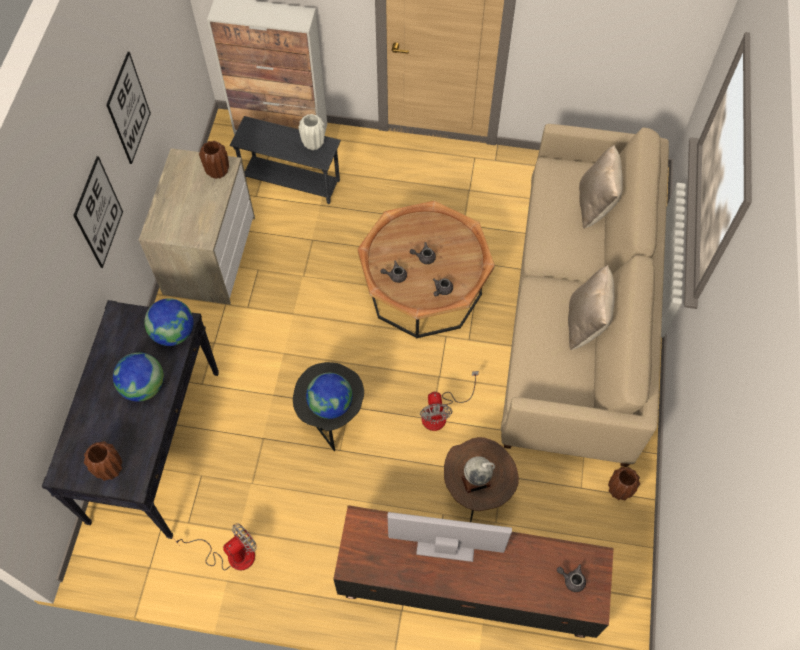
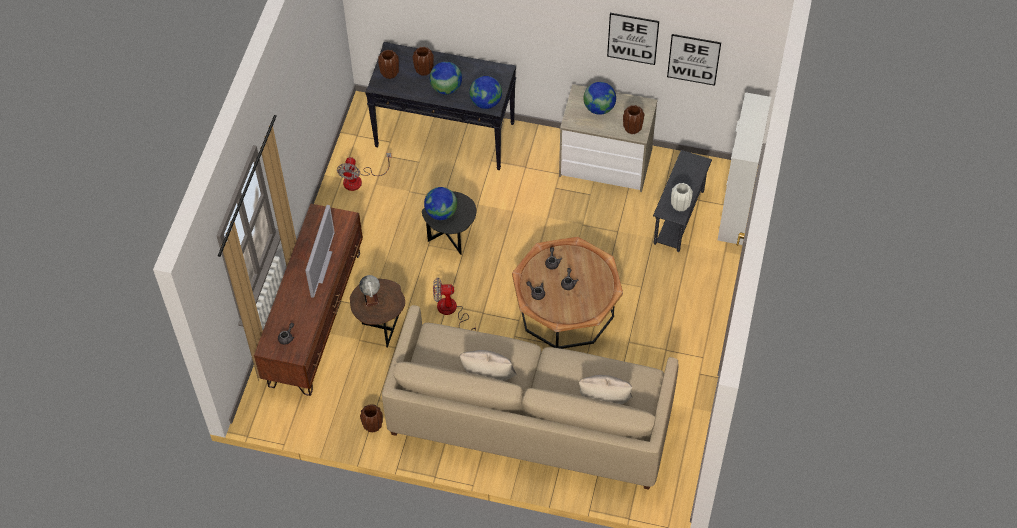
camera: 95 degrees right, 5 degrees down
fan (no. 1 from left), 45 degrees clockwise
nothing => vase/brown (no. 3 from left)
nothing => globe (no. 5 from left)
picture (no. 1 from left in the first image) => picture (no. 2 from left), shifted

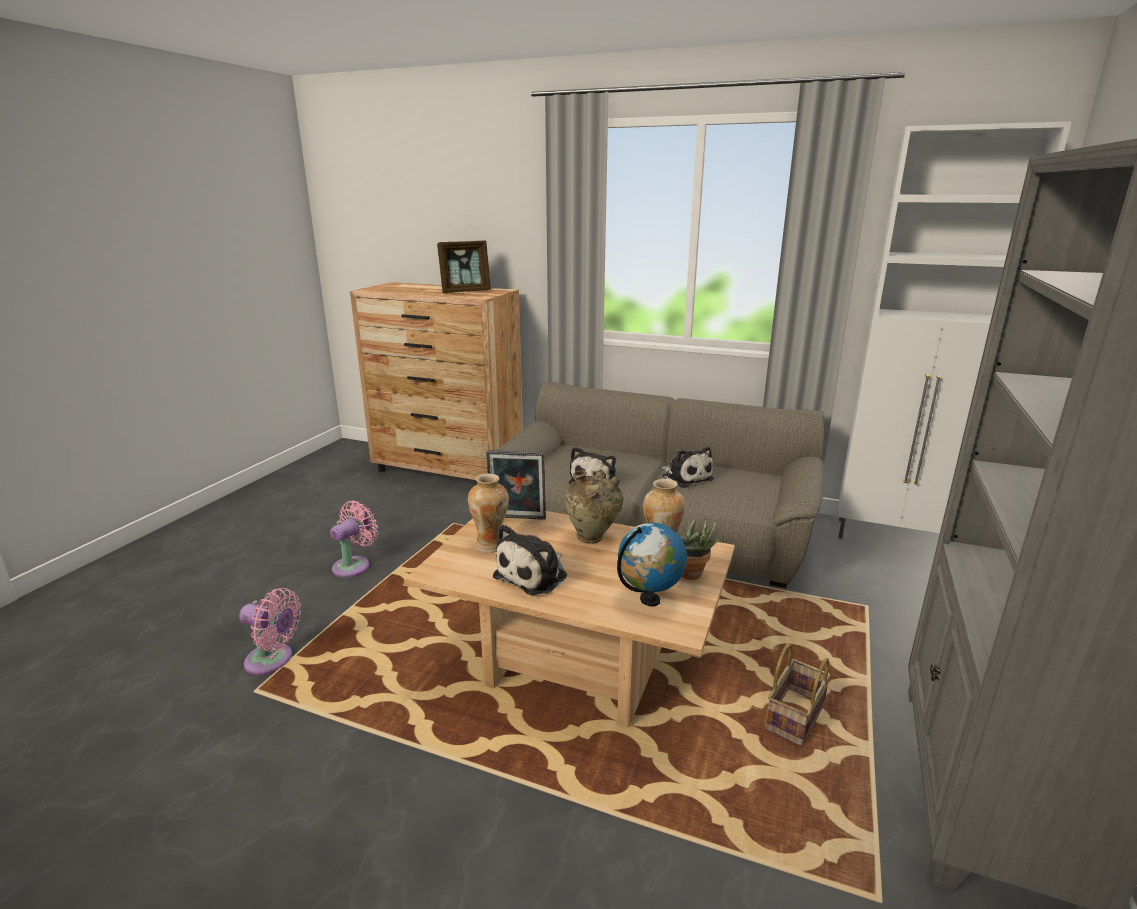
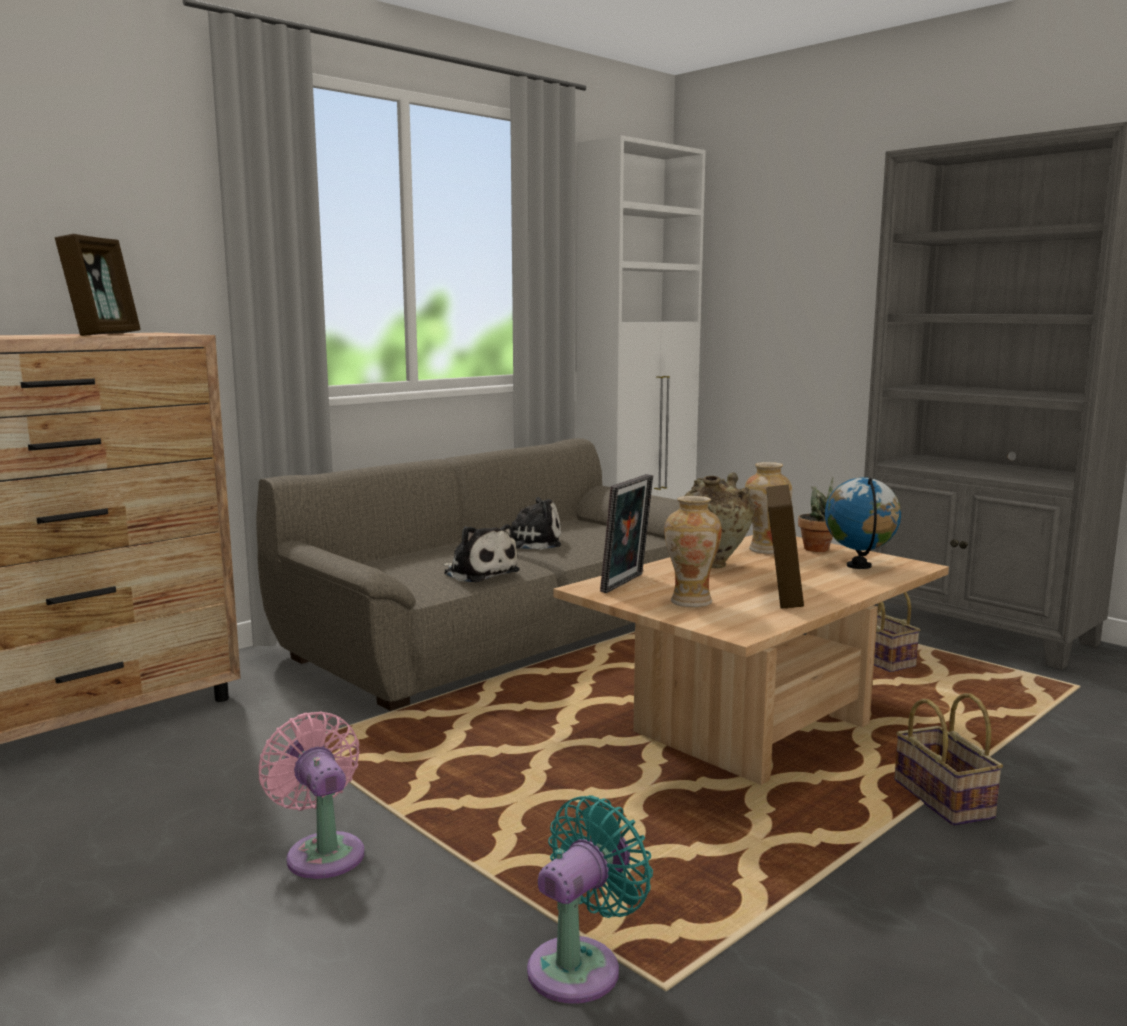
camera: 65 degrees left, 10 degrees down
fan/pink (no. 1 from left) => fan/turquoise
plush toy (no. 1 from left) => picture frame (no. 3 from left)
nothing => basket (no. 2 from left)

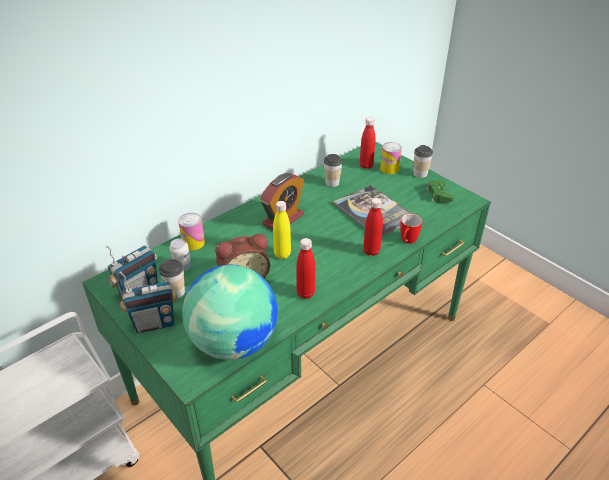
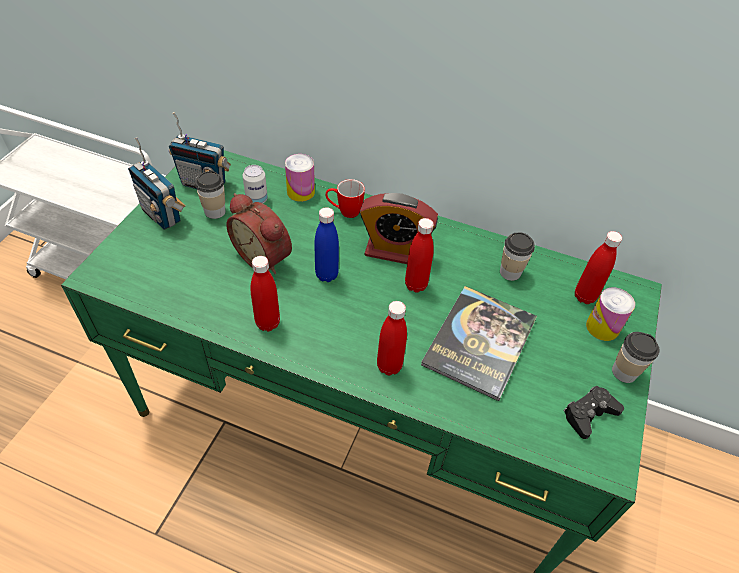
camera: 60 degrees right, 10 degrees up
bottle/yellow => bottle/blue
mug, shifted
nothing => bottle/red (no. 3 from left)
game controller/green => game controller/black
globe => nothing

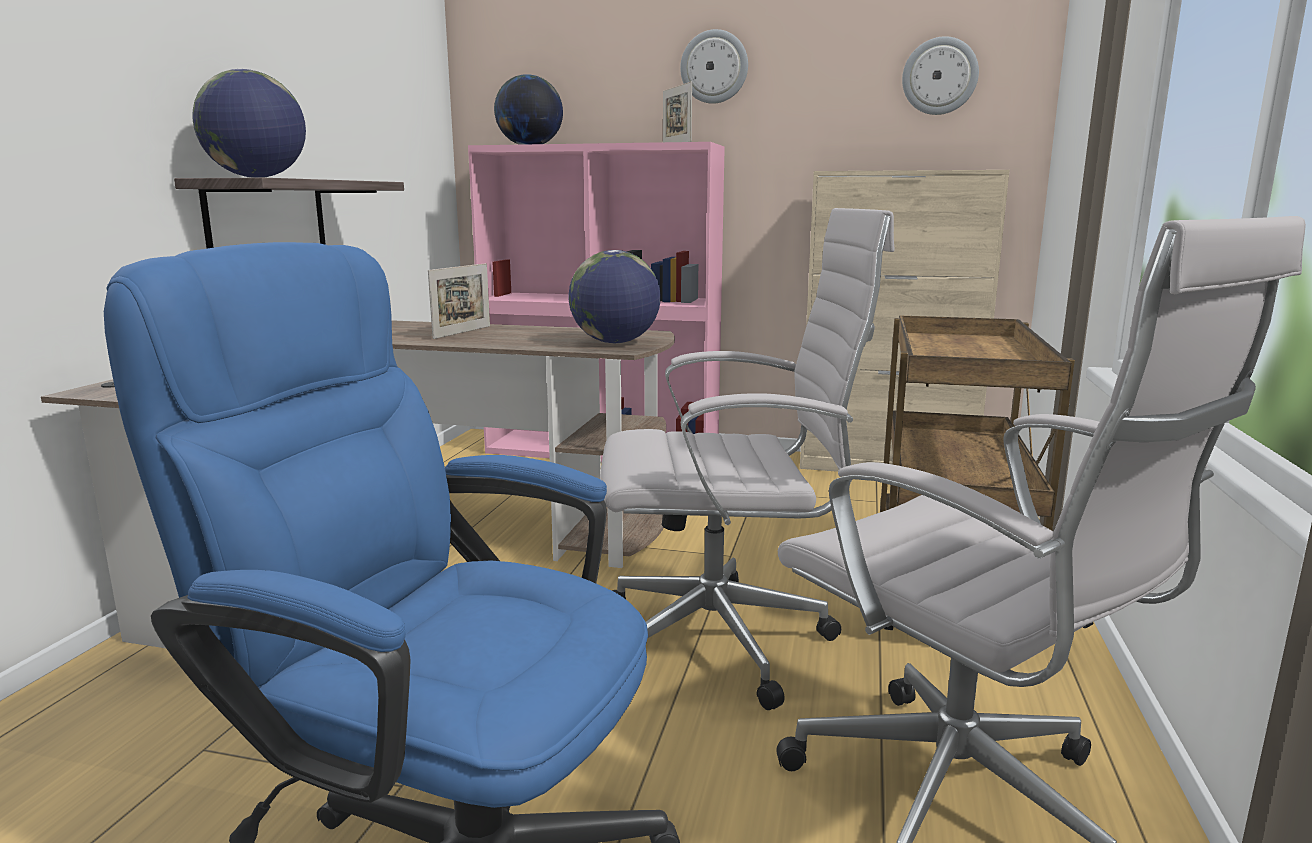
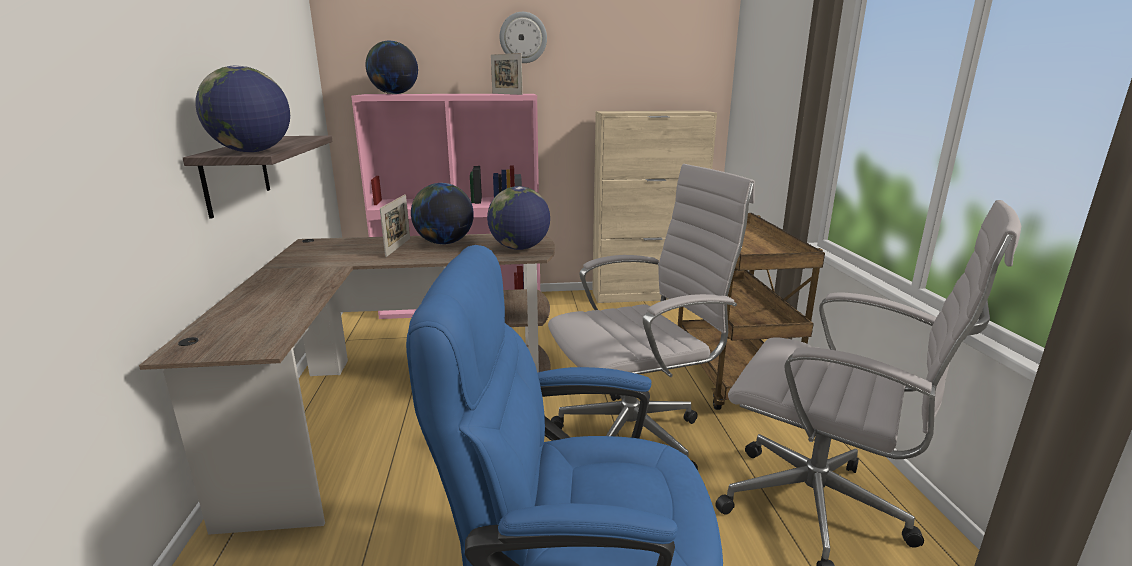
camera: 20 degrees left, 5 degrees up
nothing => globe (no. 3 from left)
wall clock (no. 2 from left) => nothing

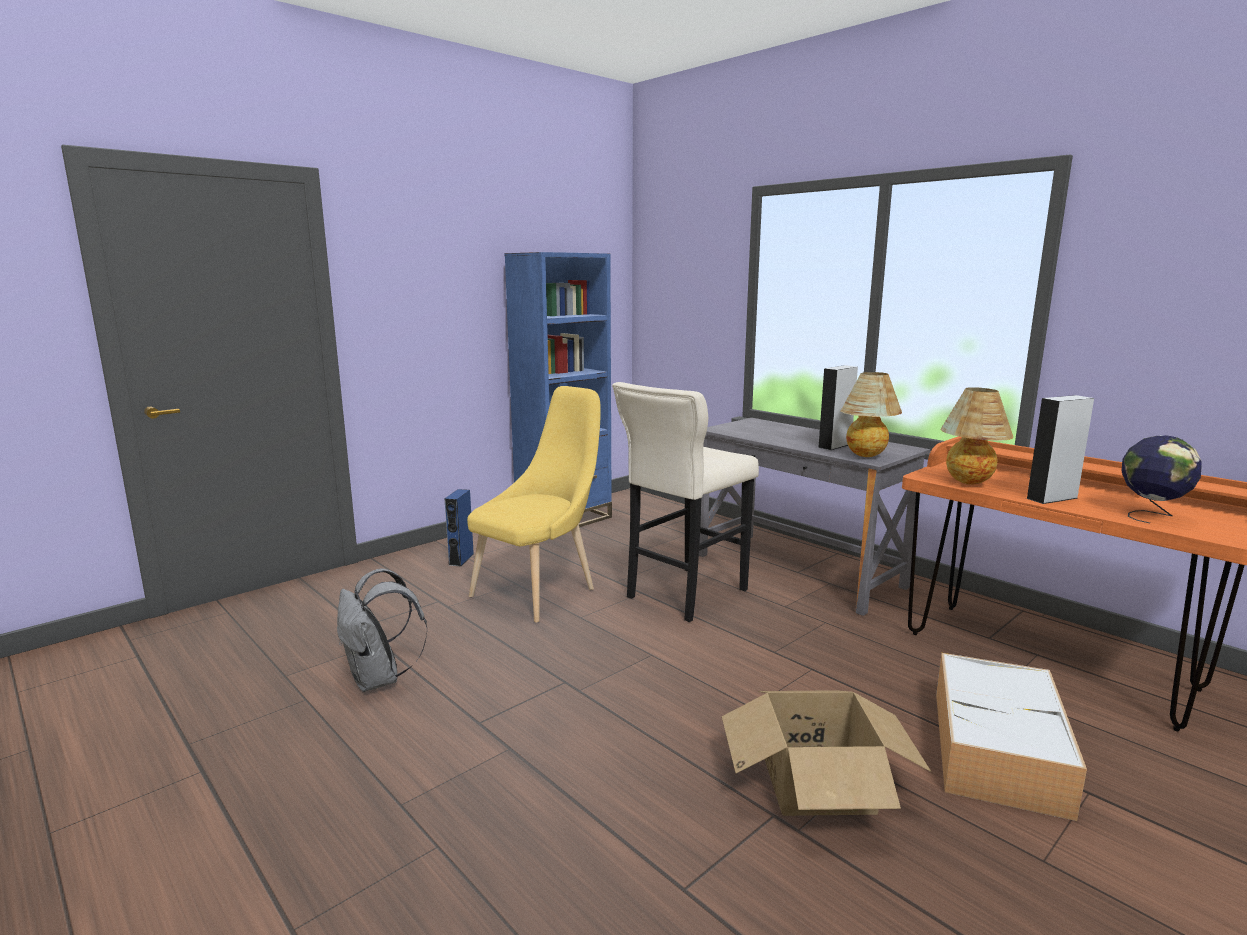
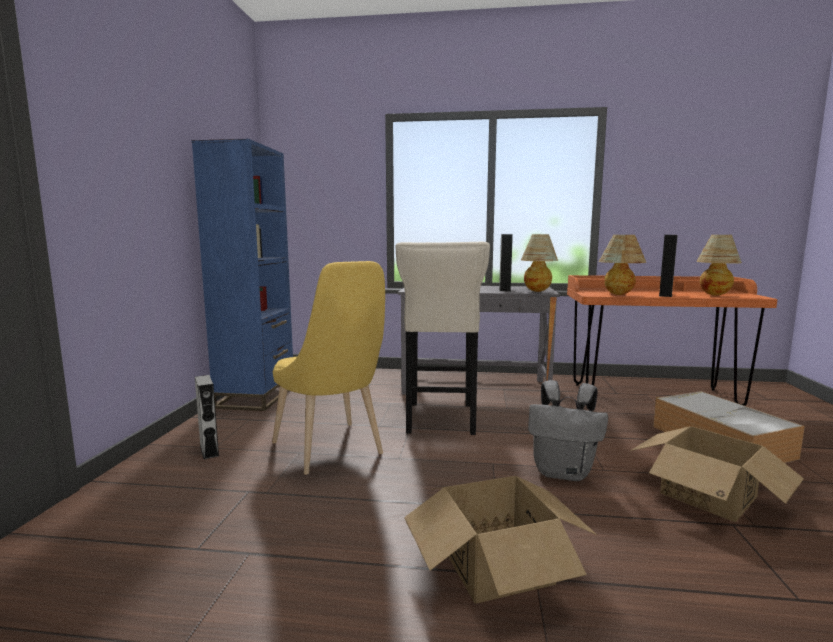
camera: 40 degrees left, 5 degrees down
speaker/blue => speaker/grey (no. 1 from left)
chair/yellow, 150 degrees clockwise
nothing => cardboard box (no. 1 from left)
backpack/grey, shifted
globe => table lamp (no. 3 from left)

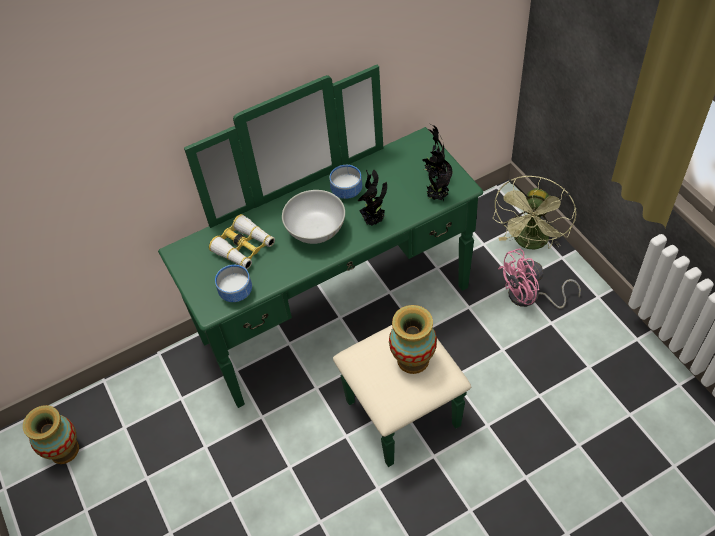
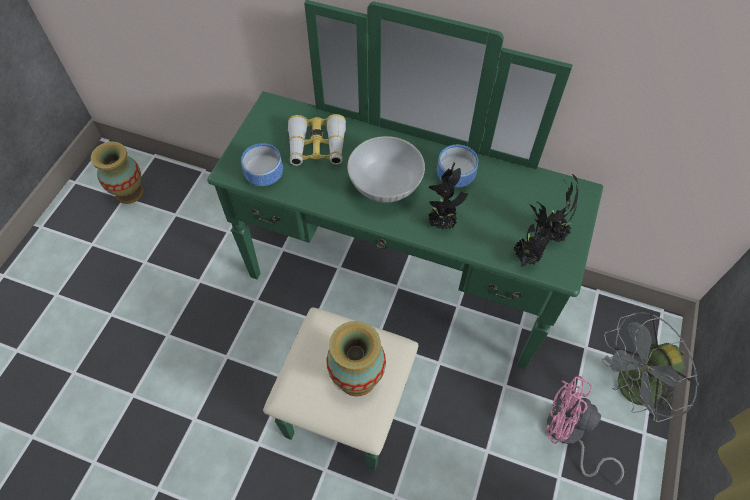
camera: 45 degrees right, 5 degrees up
fan/green => fan/grey

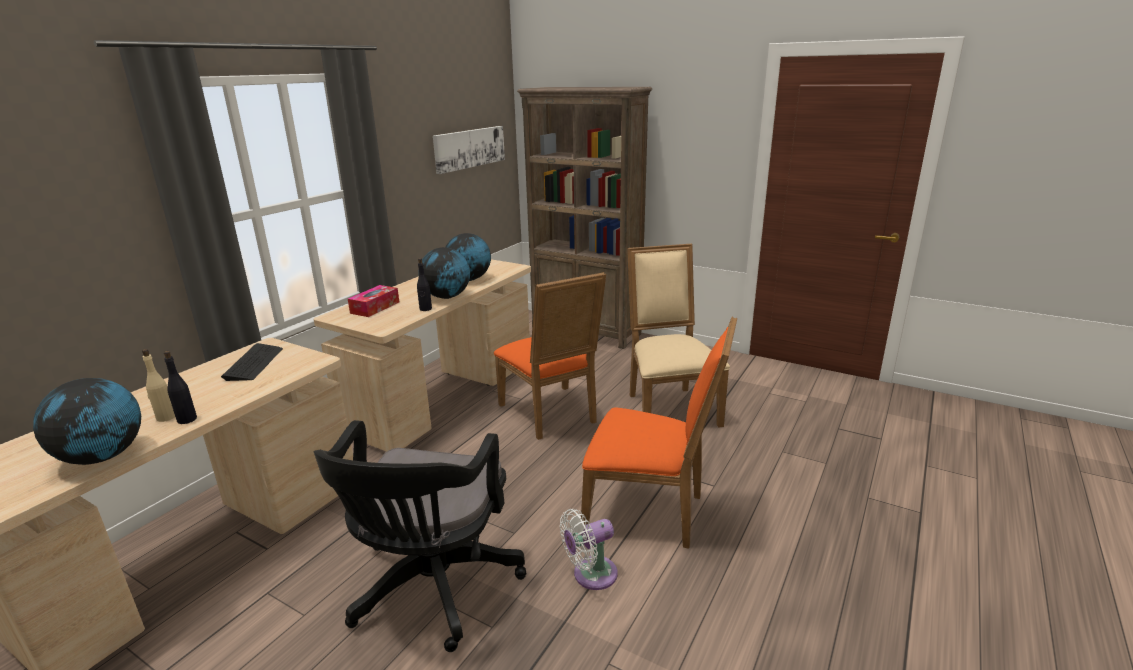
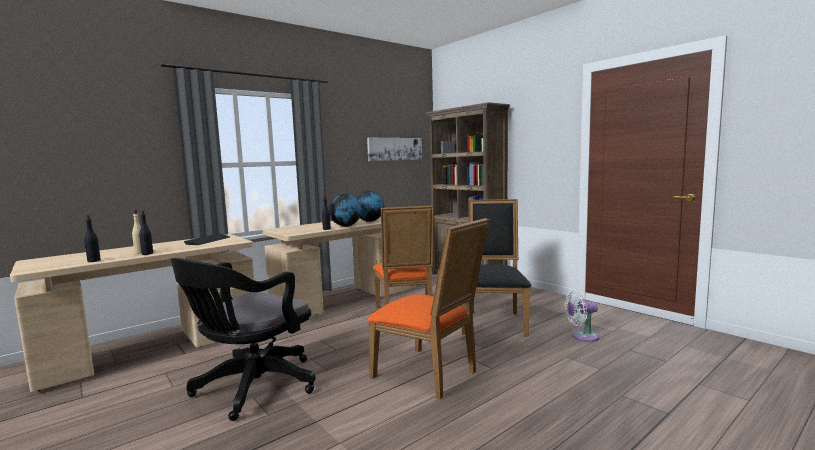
camera: 20 degrees right, 15 degrees down
globe (no. 1 from left) => bottle/black (no. 1 from left)
chair/beige => chair/black
fan/white, shifted
tissue box => nothing

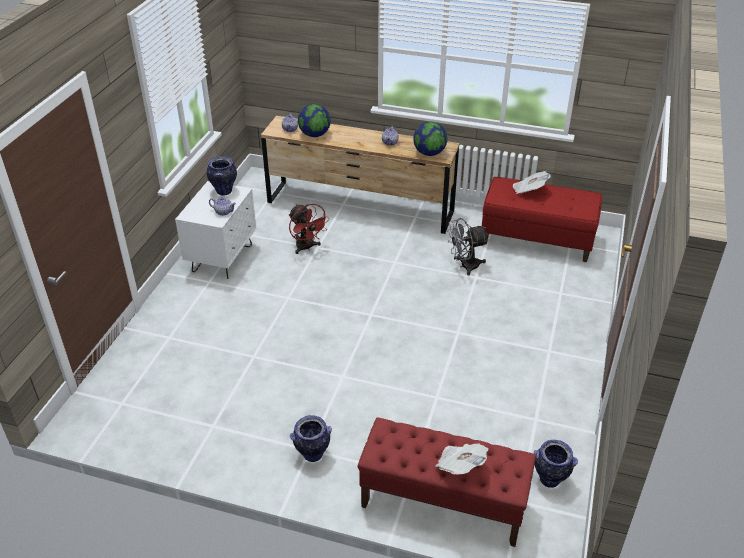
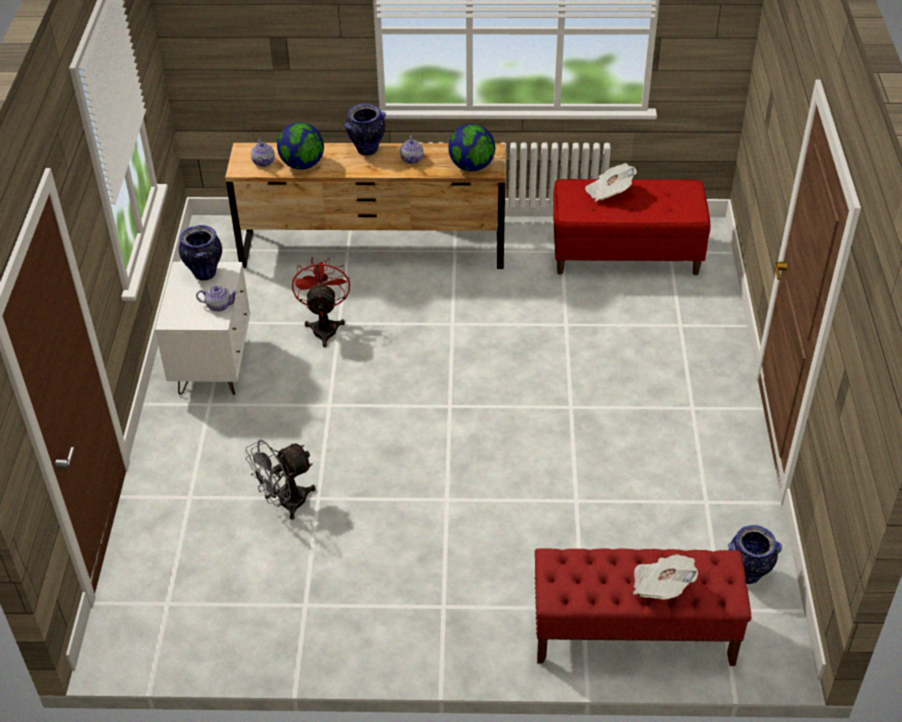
camera: 15 degrees left, 5 degrees up
fan/grey, shifted
fan/red, 135 degrees counterclockwise
vase (no. 2 from left), shifted

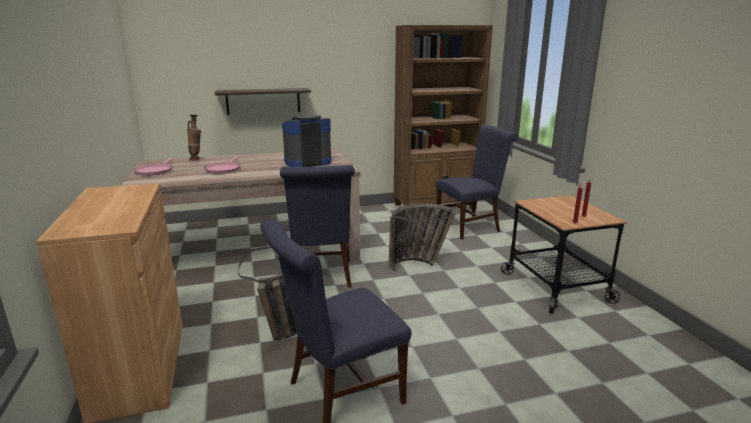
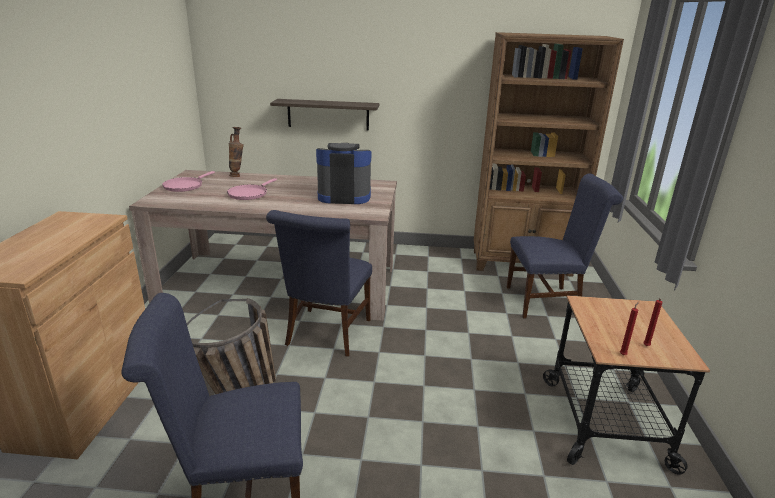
camera: 20 degrees right, 5 degrees up
basket (no. 2 from left) => nothing

